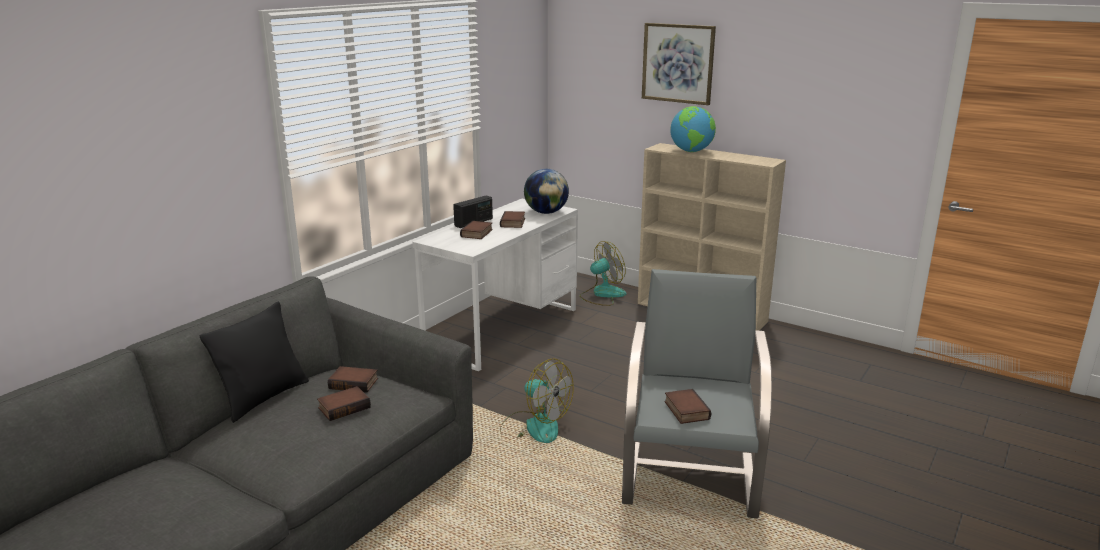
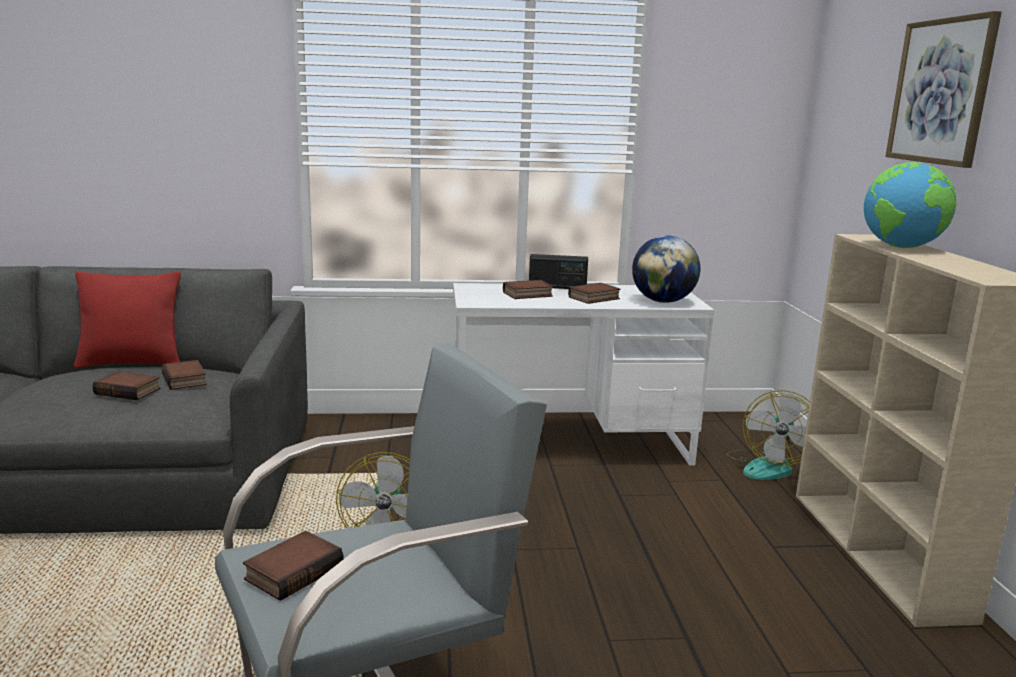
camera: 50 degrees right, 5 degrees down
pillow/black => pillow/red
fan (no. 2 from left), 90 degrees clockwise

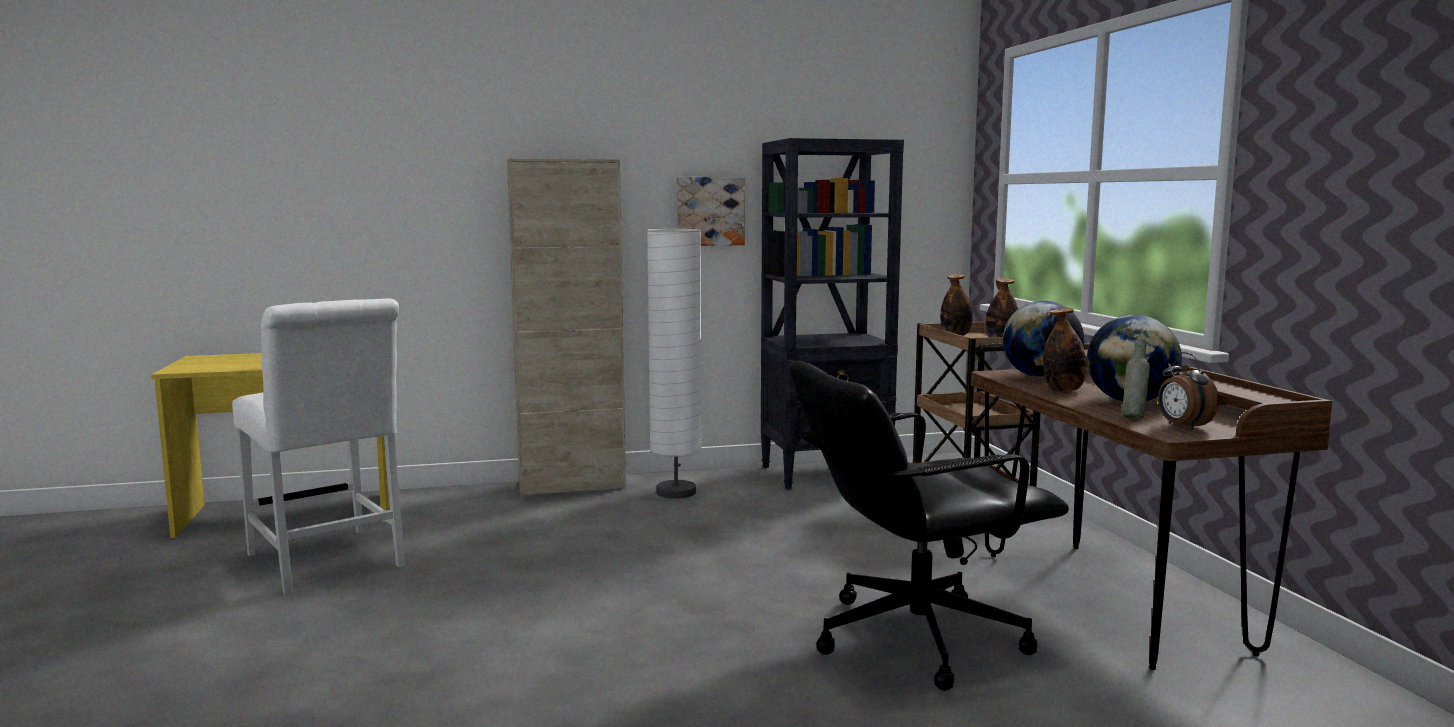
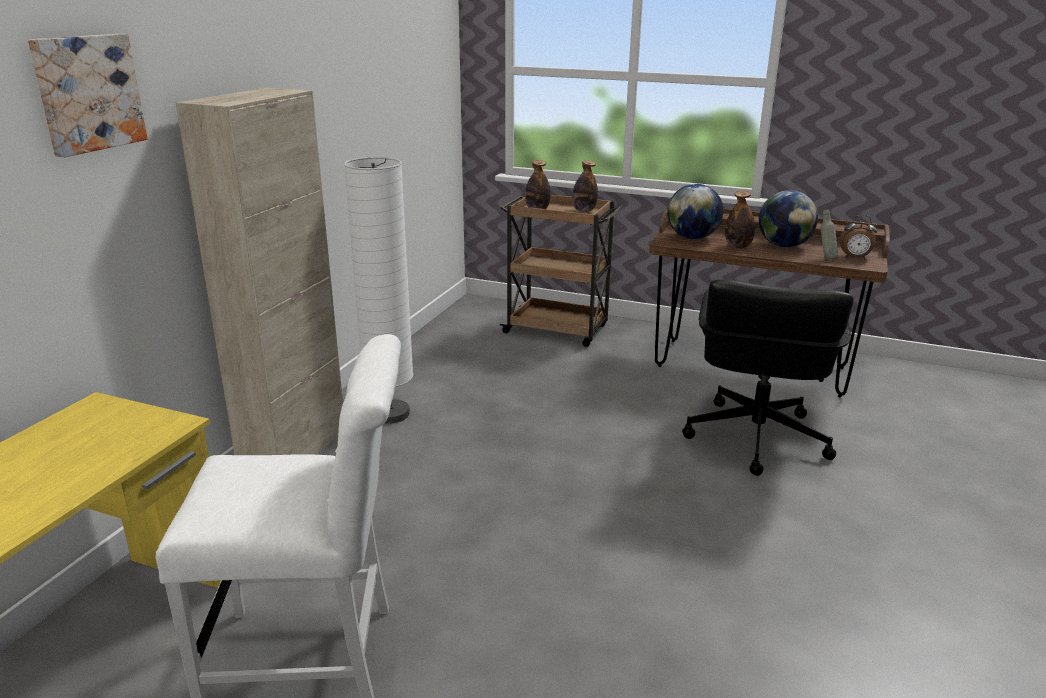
camera: 55 degrees left, 15 degrees up
picture, shifted
bookcase/black => nothing

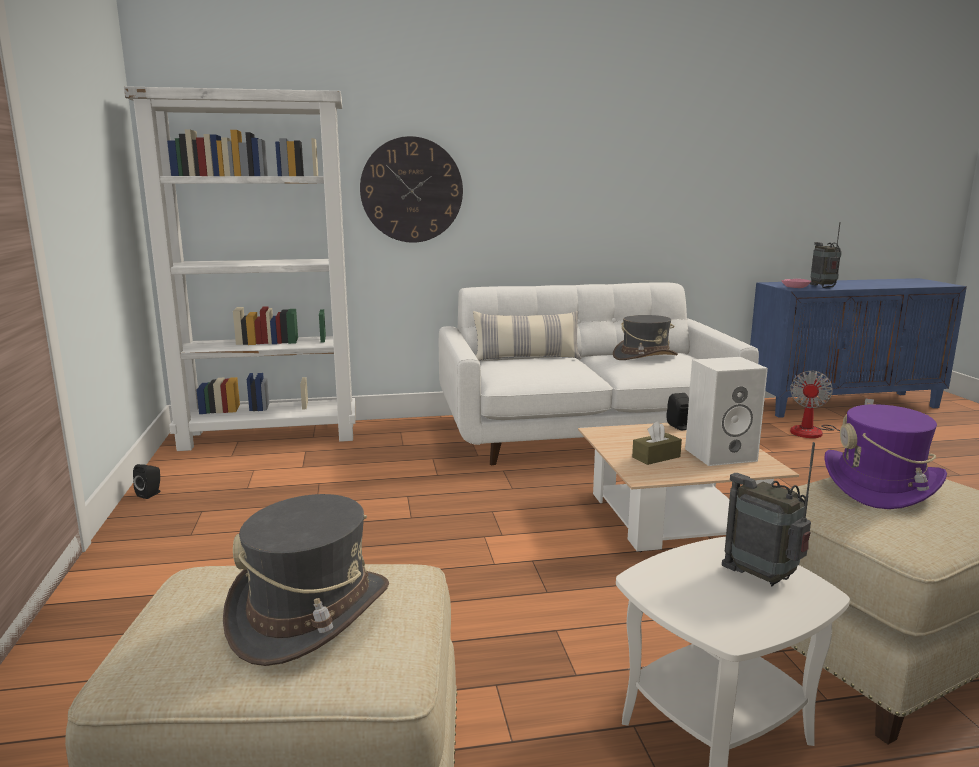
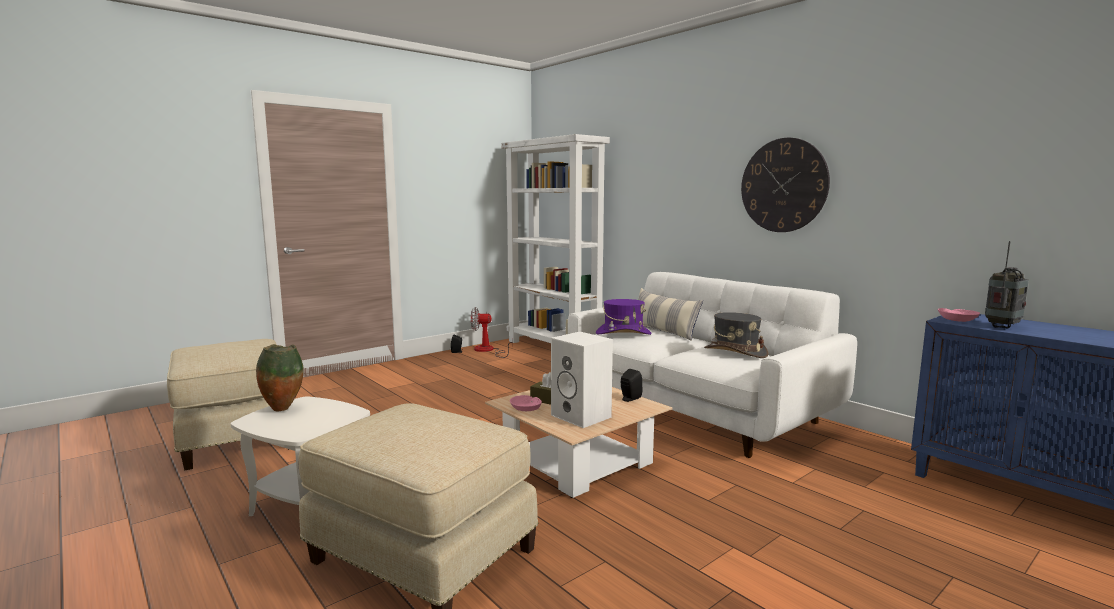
camera: 60 degrees right, 5 degrees down
nothing => vase
fan, shifted
nothing => bowl/pink (no. 1 from left)
hat/purple, shifted
wall clock, shifted
hat/grey (no. 1 from left) => nothing
radio (no. 1 from left) => nothing

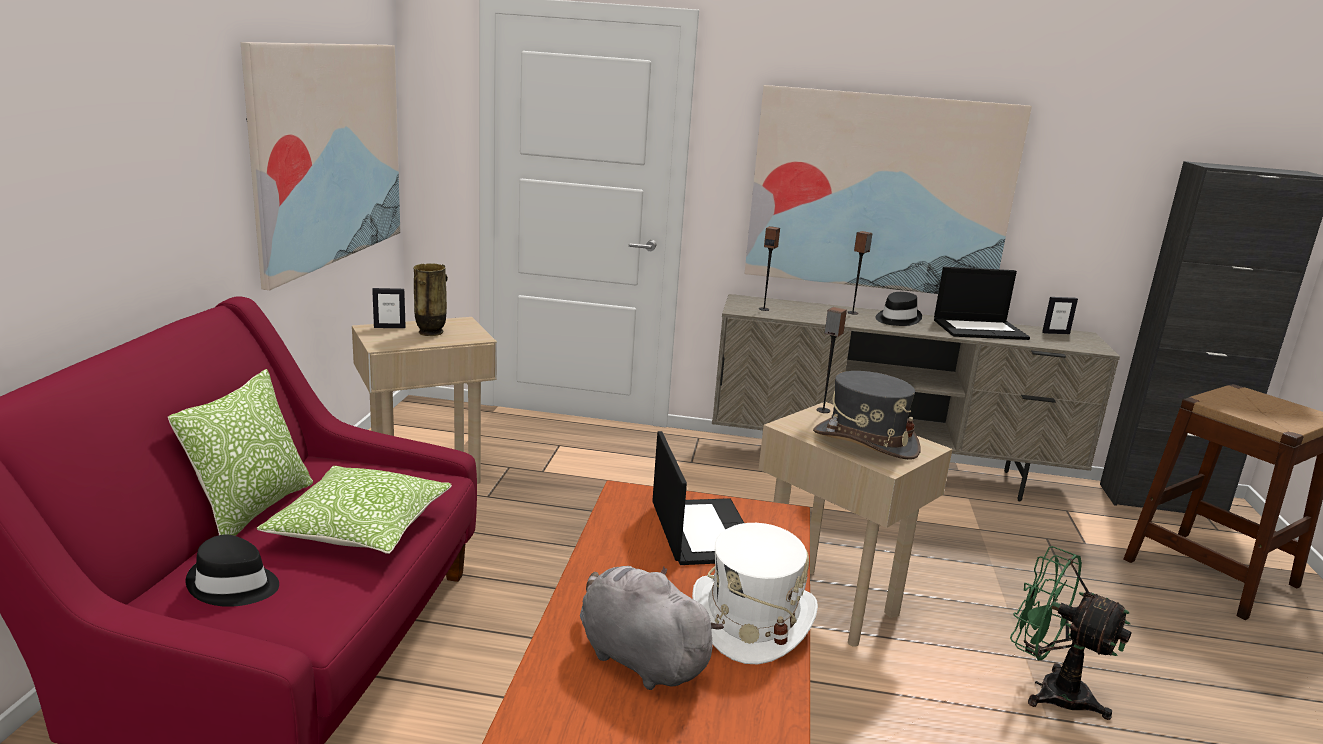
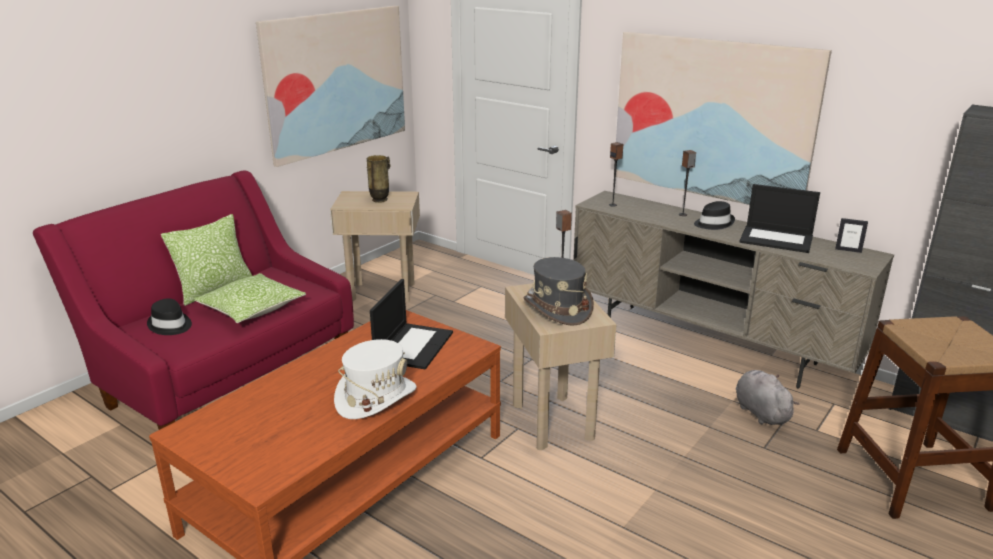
camera: 30 degrees right, 5 degrees up
plush toy/grey, shifted
picture frame (no. 1 from left) => nothing
fan/green => nothing

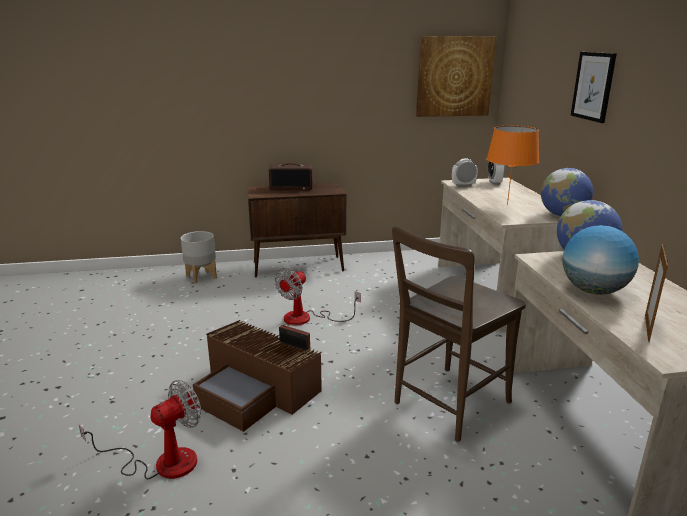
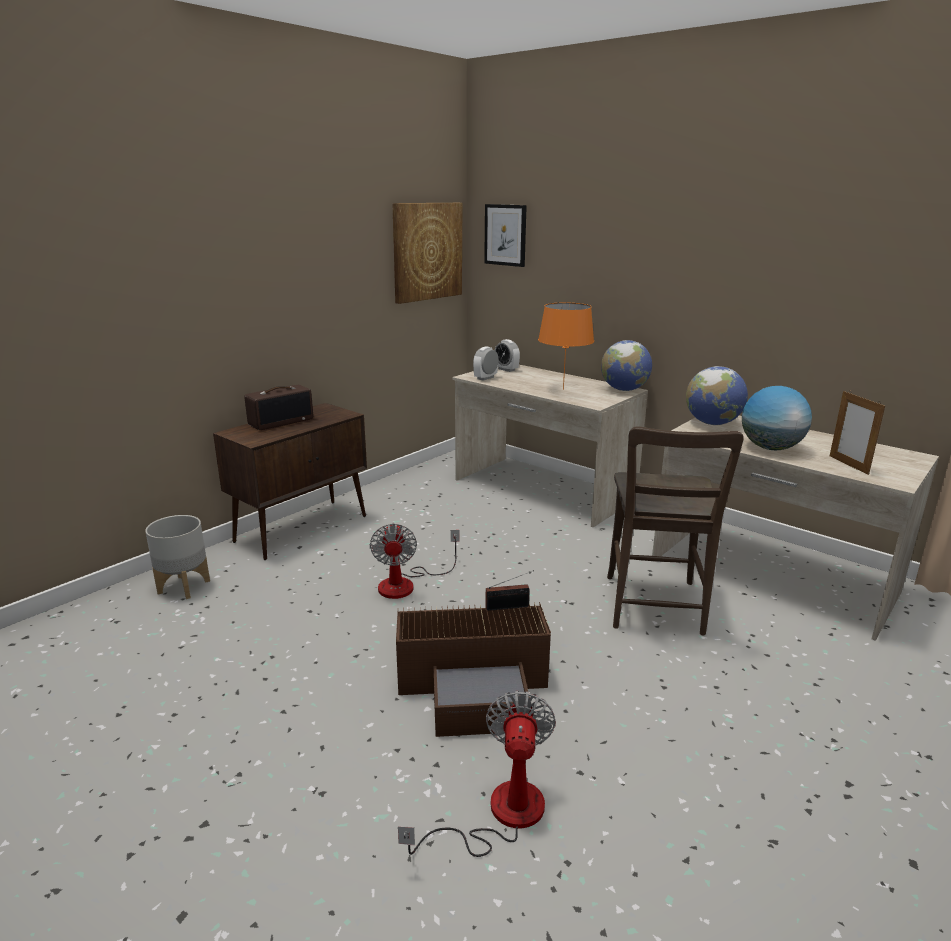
camera: 40 degrees left, 0 degrees up
picture (no. 2 from left), shifted

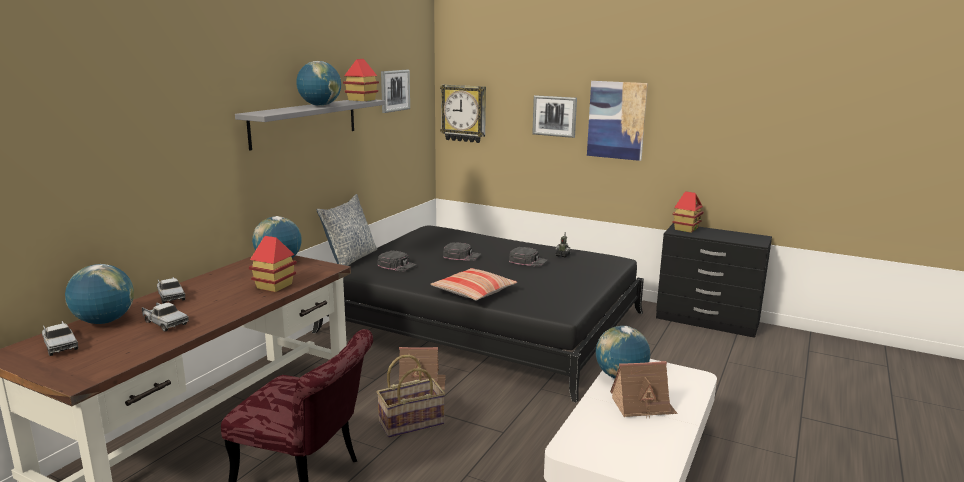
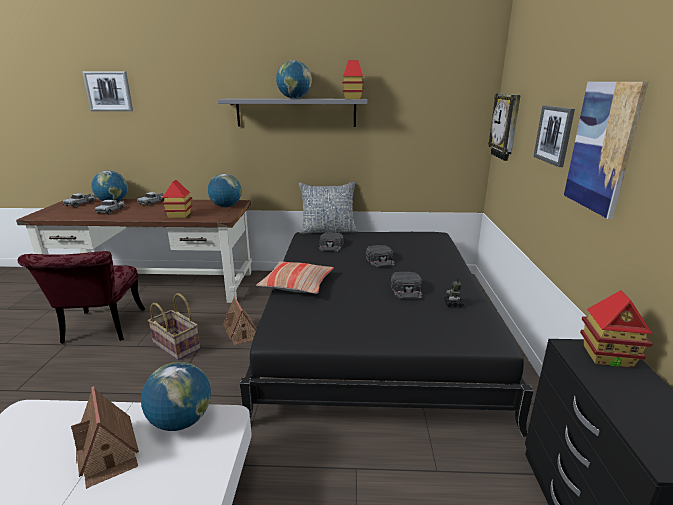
camera: 65 degrees right, 5 degrees up
picture (no. 1 from left), shifted

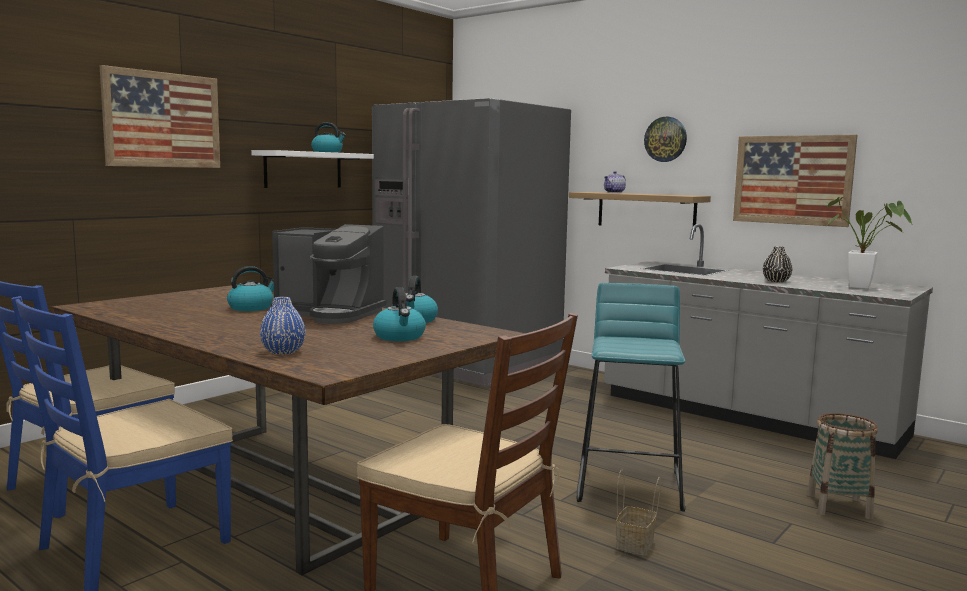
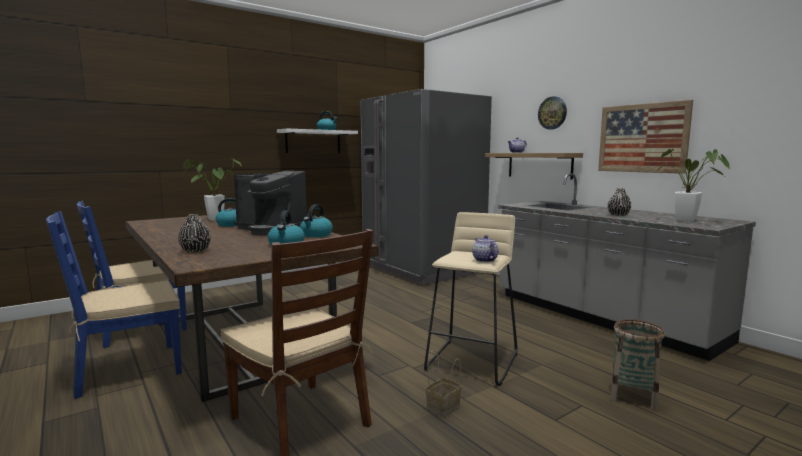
camera: 15 degrees right, 0 degrees up
vase/blue => vase/black (no. 1 from left)
nothing => potted plant (no. 1 from left)
stool/turquoise => stool/beige
nothing => teapot (no. 1 from left)
picture (no. 1 from left) => nothing

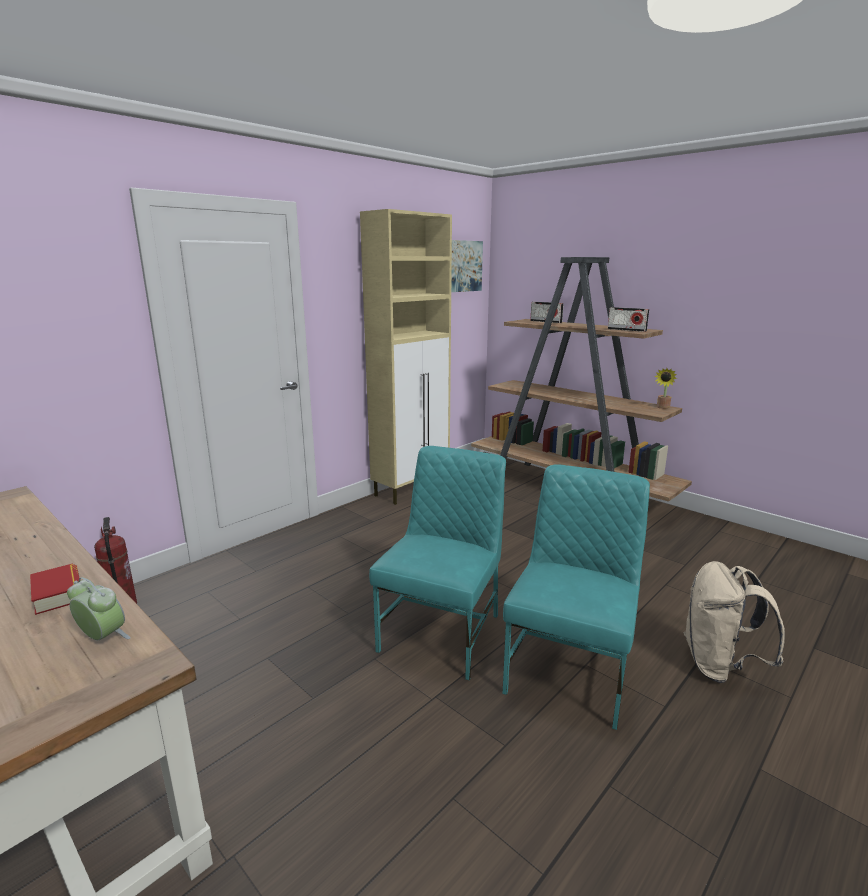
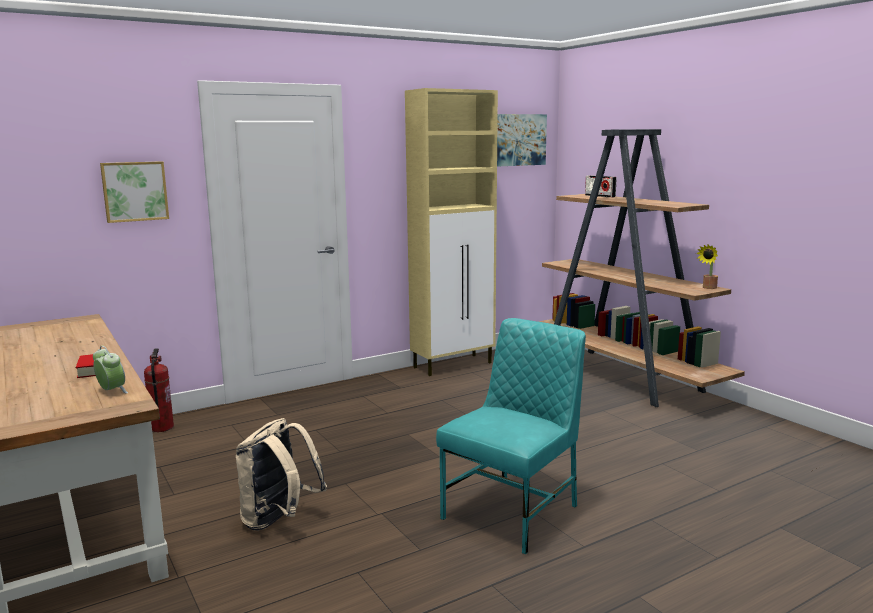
camera: 15 degrees right, 5 degrees down
nothing => picture (no. 1 from left)
backpack/beige, shifted
chair/turquoise (no. 1 from left) => nothing
radio (no. 2 from left) => nothing

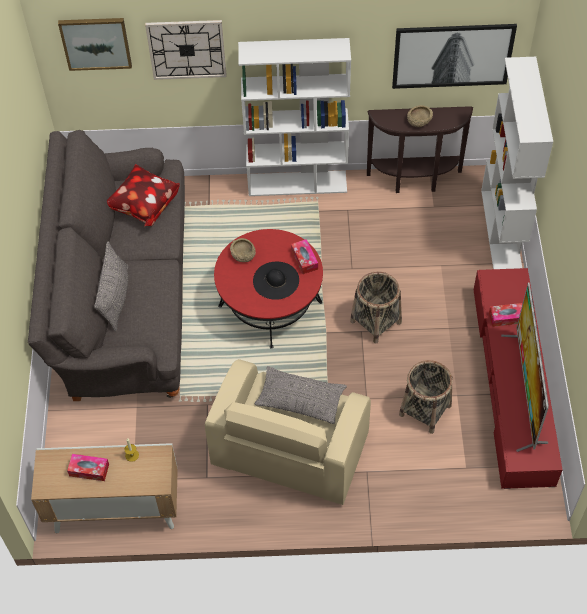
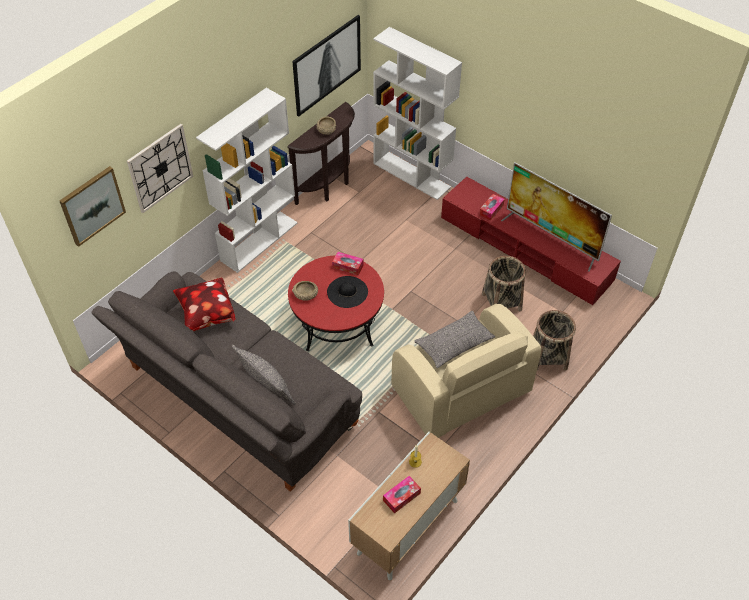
camera: 50 degrees left, 5 degrees down
basket (no. 1 from left in the first image) => basket (no. 2 from left), shifted

